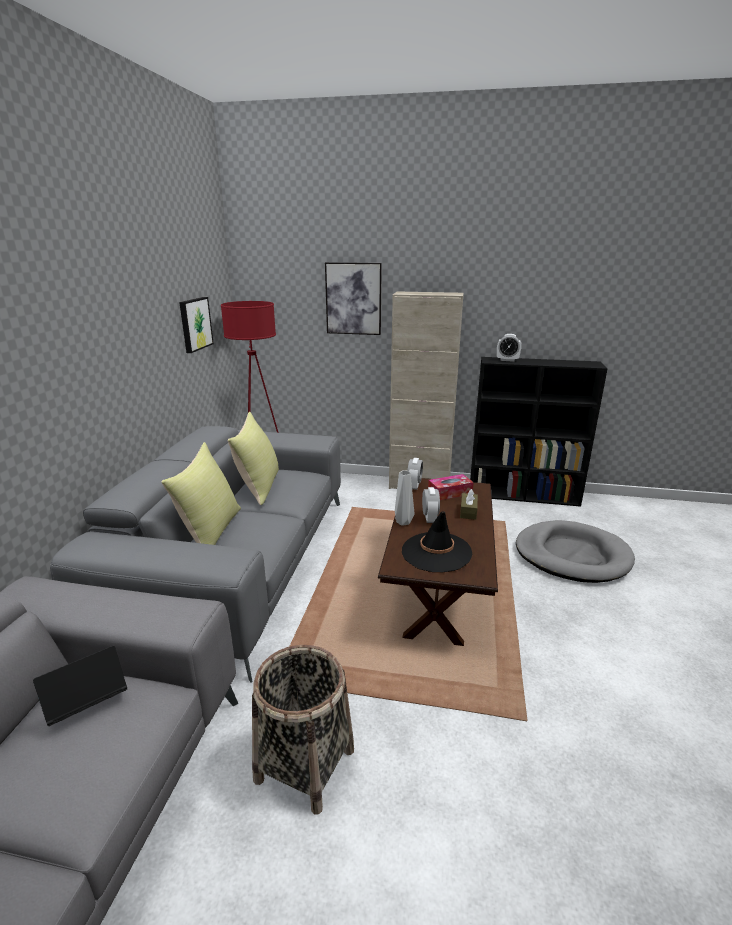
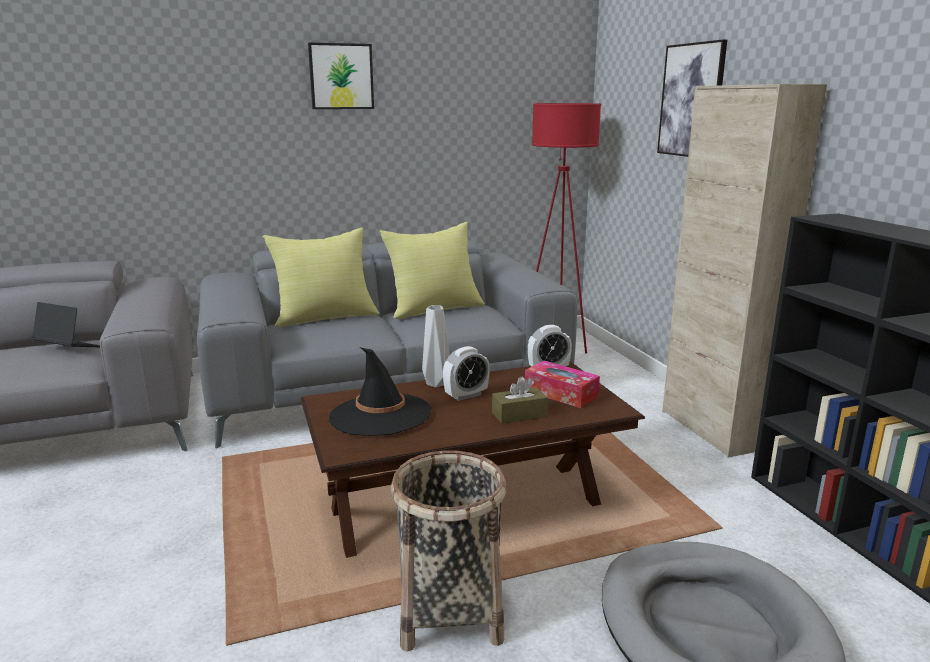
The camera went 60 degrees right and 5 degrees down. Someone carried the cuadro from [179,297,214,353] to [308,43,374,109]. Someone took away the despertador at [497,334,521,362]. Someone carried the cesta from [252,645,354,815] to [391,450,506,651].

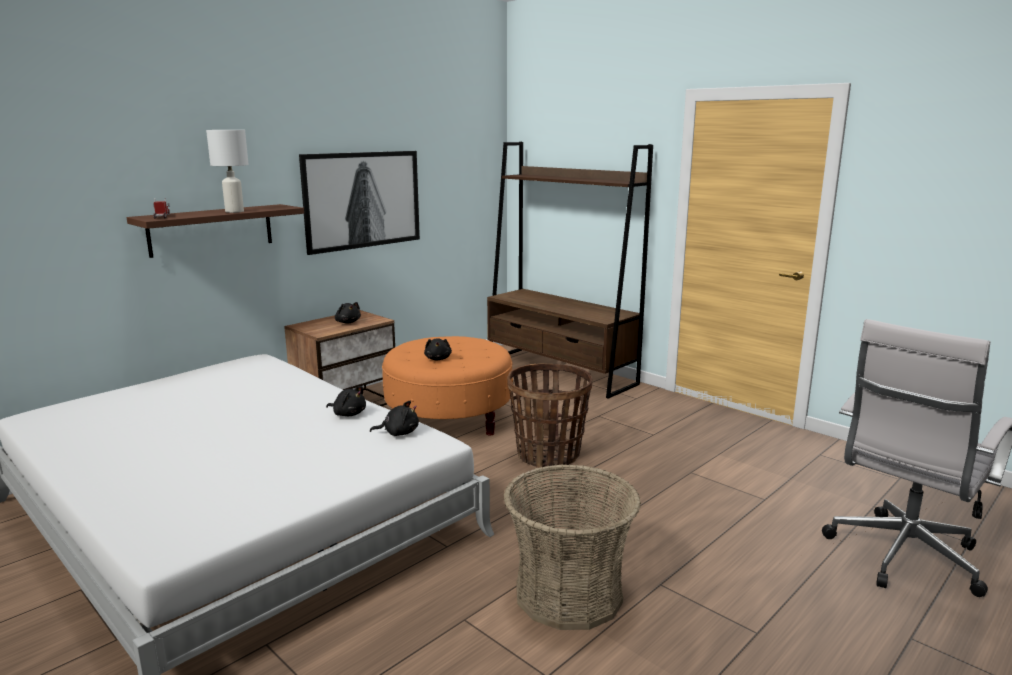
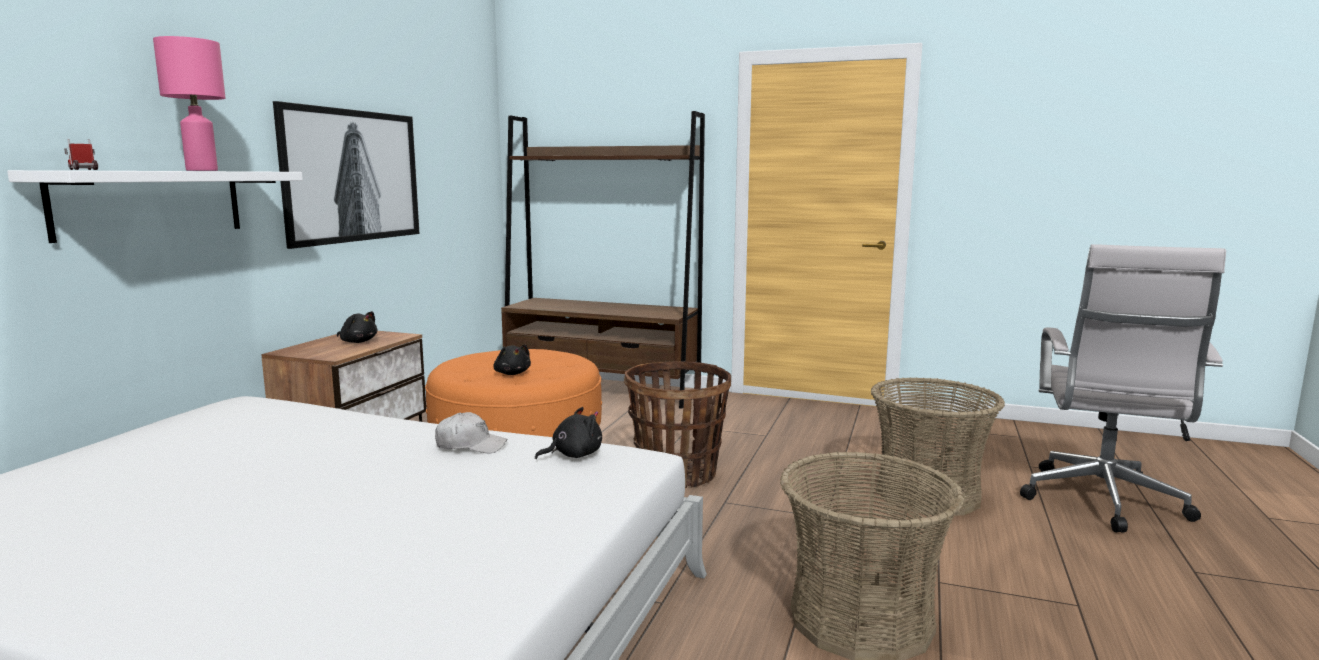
The camera went 25 degrees left and 5 degrees down. Someone repainted the lámpara de mesa (blanco) at [206,130,249,213], which became the lámpara de mesa (rosa) at [153,36,226,171]. Someone repainted the estante (marrón) at [127,204,304,258], which became the estante (blanco) at [7,170,303,243]. Someone swapped the peluche (negro) at [326,386,366,416] for the gorra (blanco) at [435,412,507,453]. Someone put down the cesta at [871,377,1005,516].

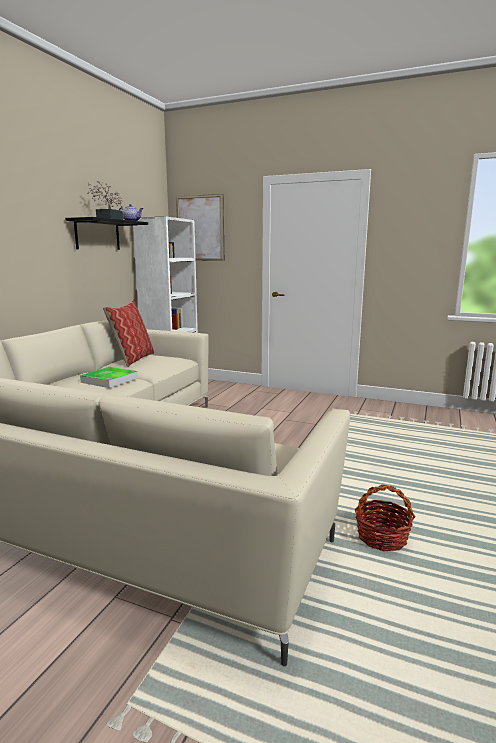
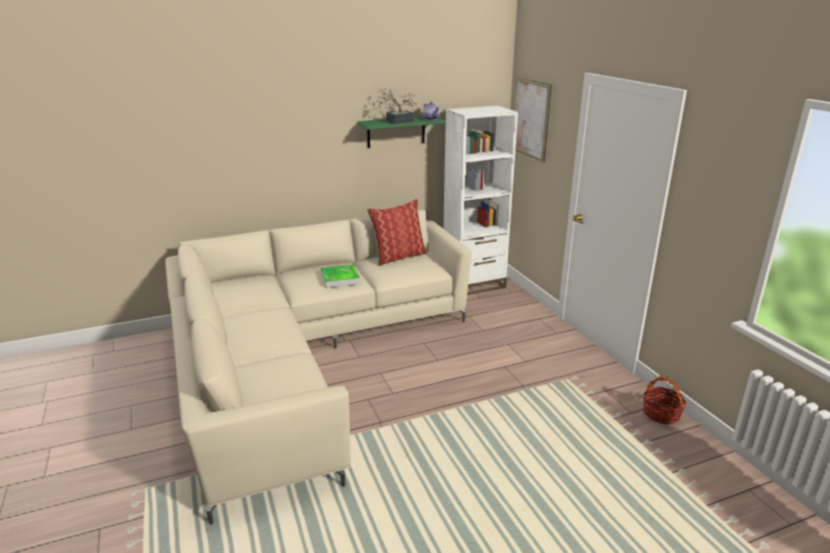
The camera went 45 degrees right and 10 degrees up. Someone repainted the estante (negro) at [65,217,148,250], which became the estante (verde) at [357,117,446,148]. Someone carried the cesta from [355,485,415,552] to [643,376,687,424].

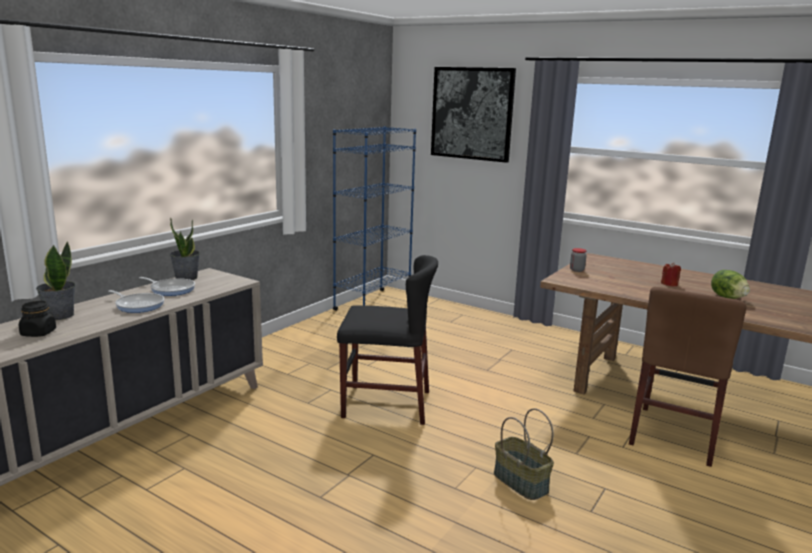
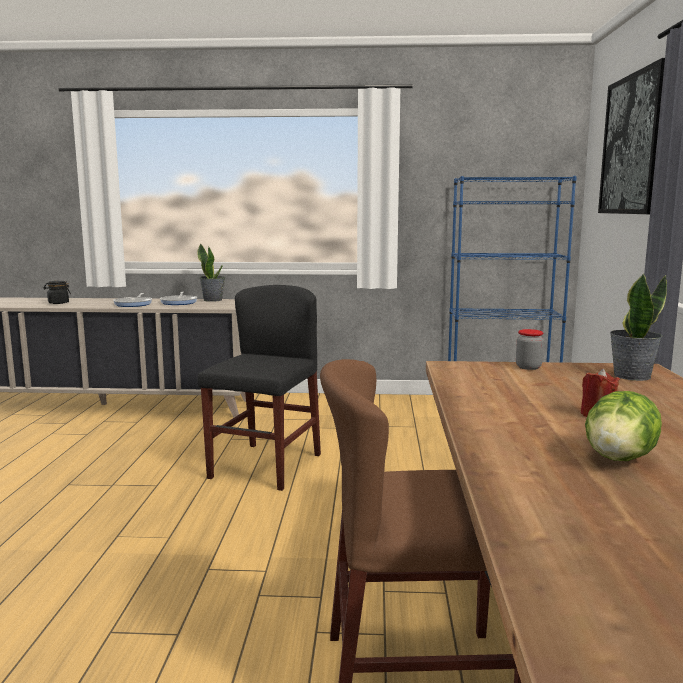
The camera went 60 degrees right and 5 degrees down. Someone carried the planta en maceta from [36,242,75,320] to [610,273,667,381]. Someone rotated the silla (negro) at [337,255,438,425] by 135 degrees counterclockwise. Someone took away the cesta at [494,408,554,500].

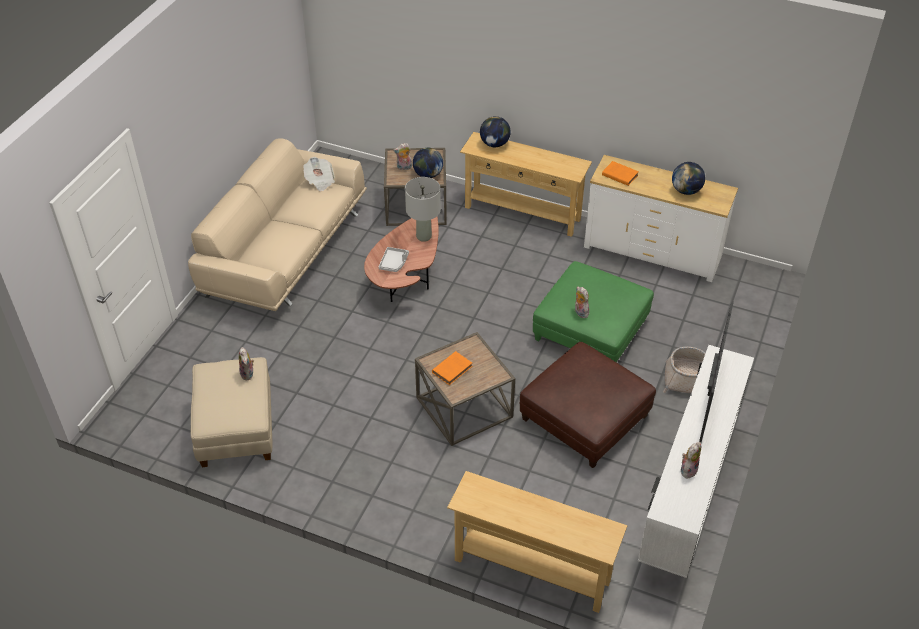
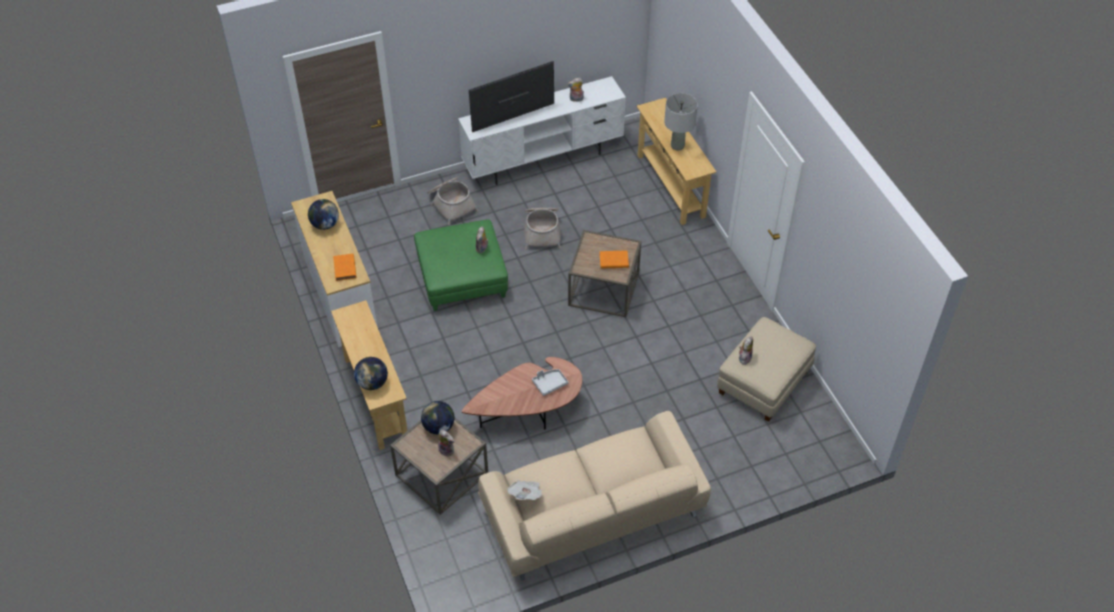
The camera went 135 degrees left and 5 degrees up. Someone carried the lámpara de mesa (gris) from [405,177,441,242] to [664,93,698,151]. Someone swapped the puf (marrón) at [520,342,656,468] for the cesta at [524,208,561,250].

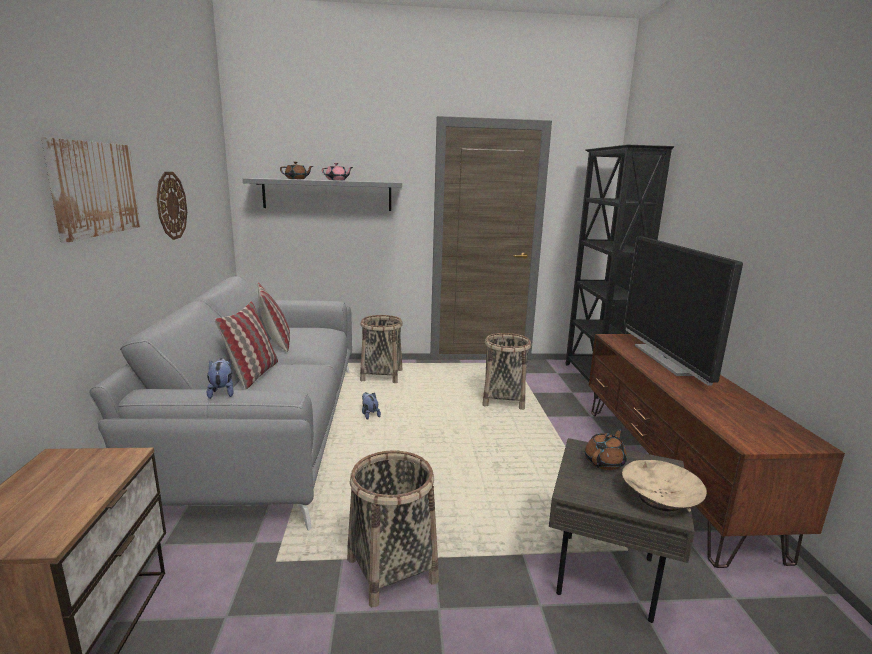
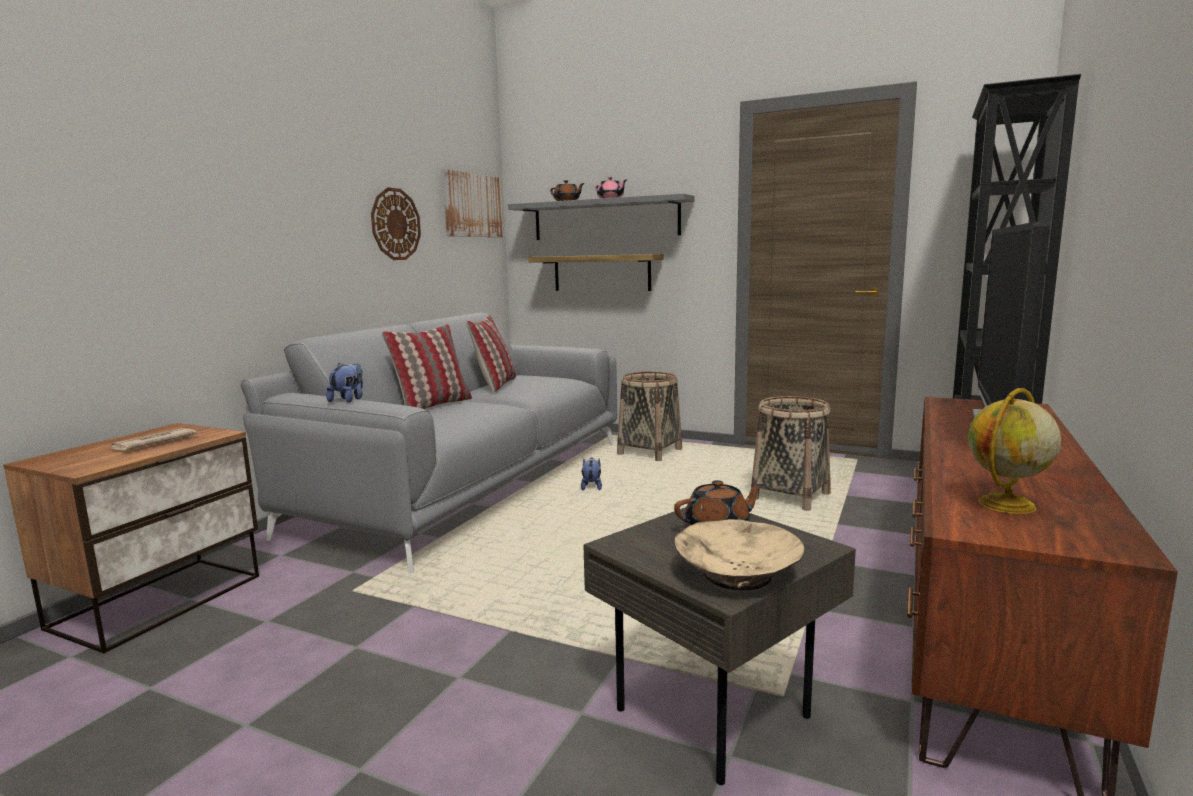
The camera went 30 degrees right and 5 degrees down. Someone carried the cuadro from [41,137,141,242] to [443,169,504,237]. Someone took away the cesta at [347,450,439,607]. Someone put up the estante at [528,254,664,291]. Someone put down the globo terráqueo at [968,388,1061,514]. Someone put down the periódico at [109,428,197,451].

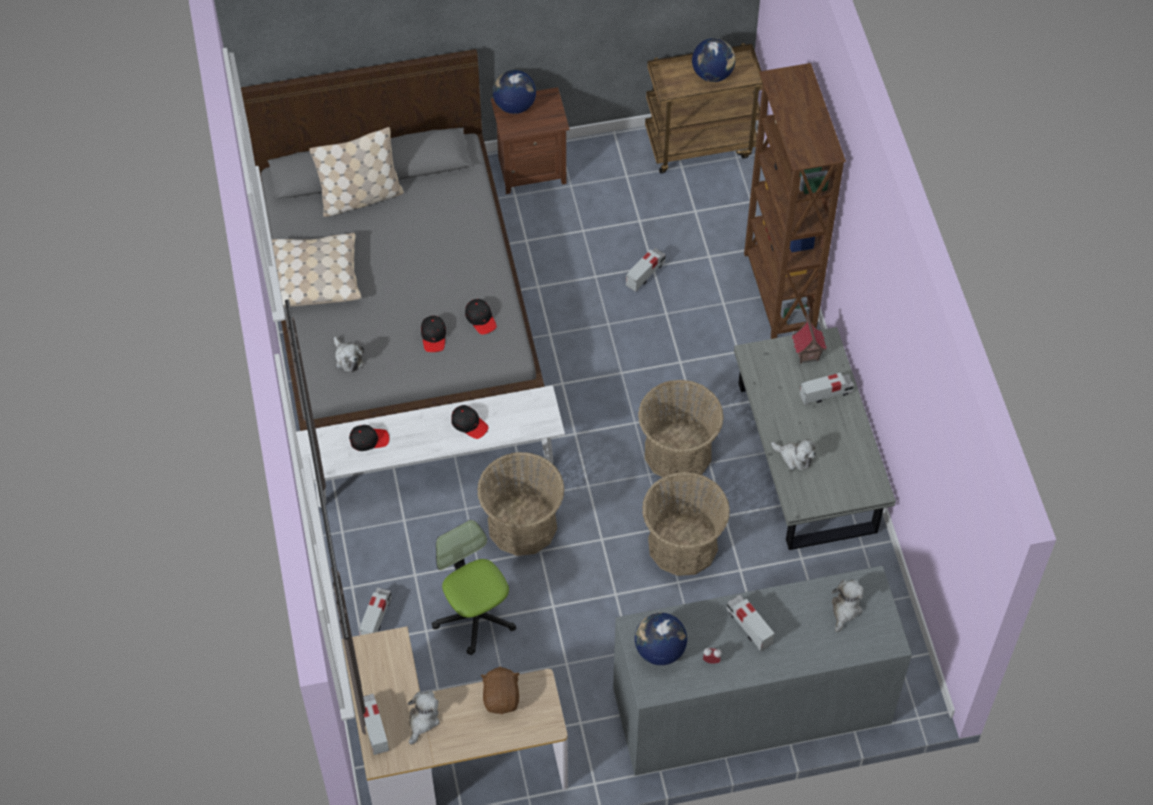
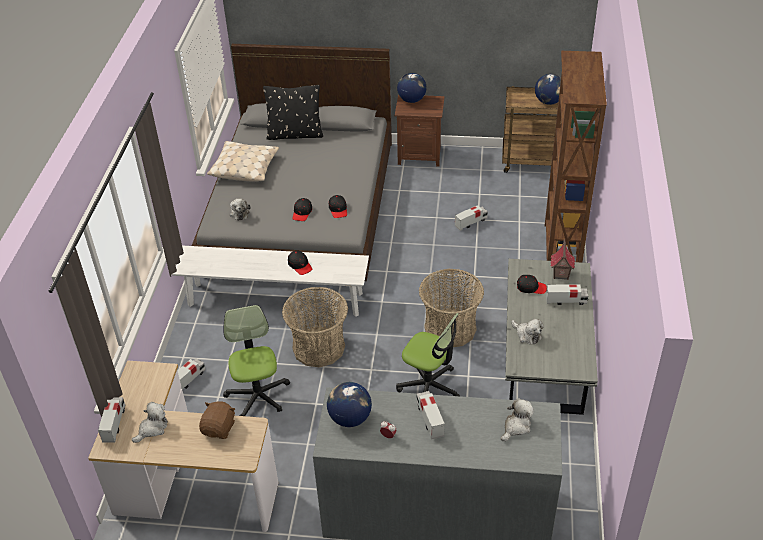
The camera went 20 degrees right and 15 degrees down. Someone repainted the cojín (beis) at [309,127,404,217], which became the cojín (negro) at [263,85,323,140]. Someone carried the gorra (negro) from [349,425,389,451] to [517,275,547,294]. Someone swapped the cesta at [642,472,730,576] for the silla de oficina at [396,313,460,396].

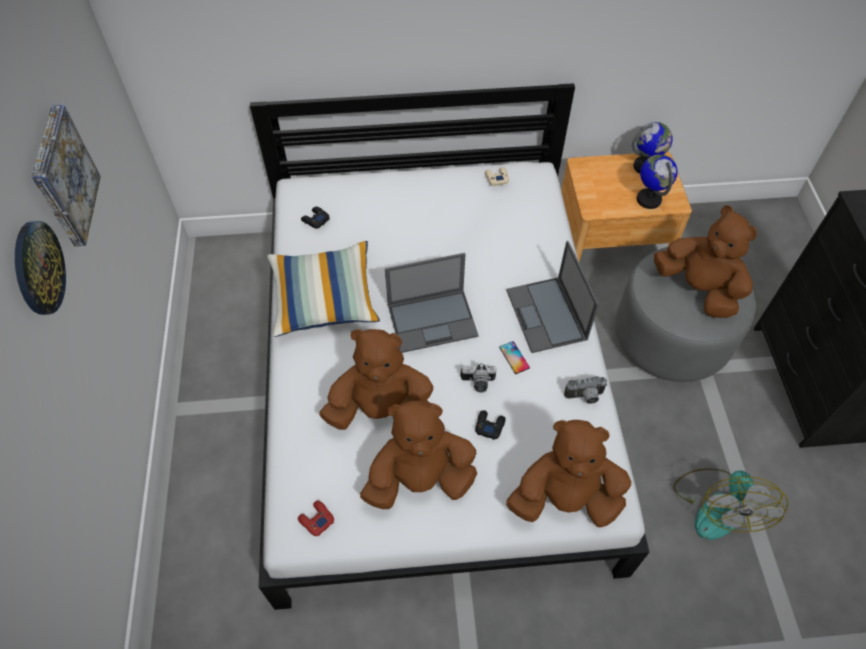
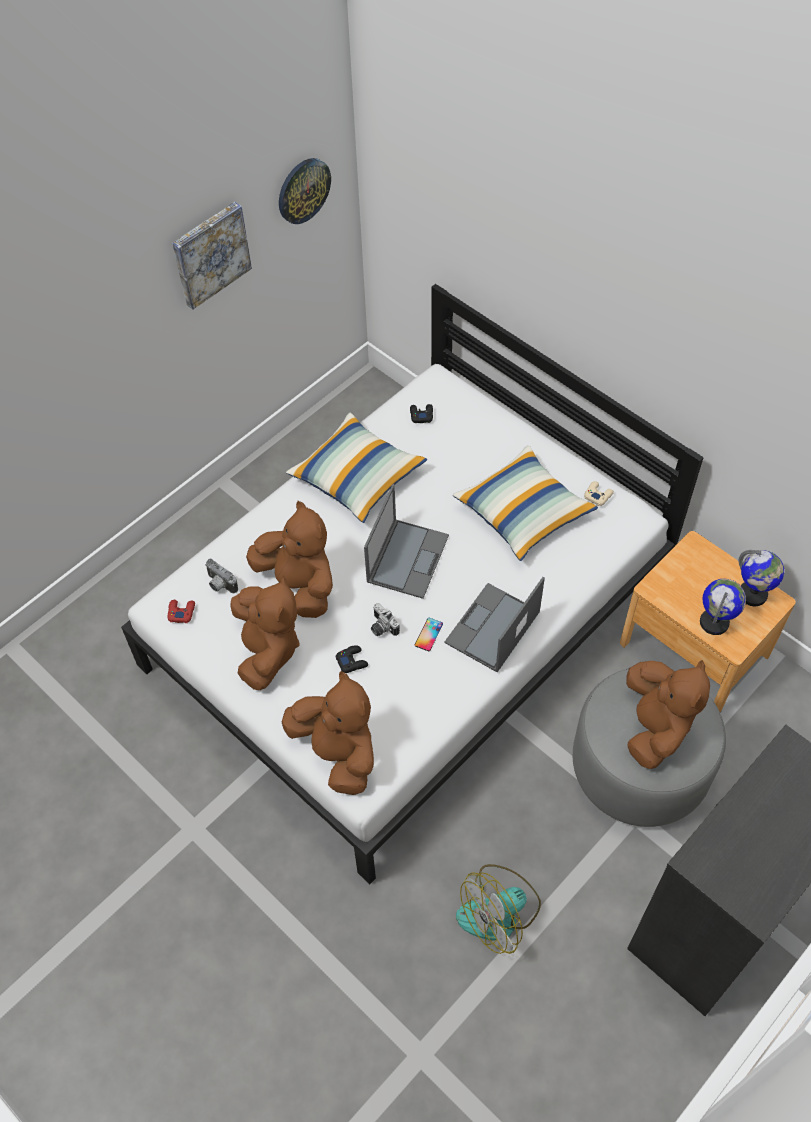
The camera went 50 degrees right and 0 degrees up. Someone carried the reloj de pared from [15,221,66,315] to [279,158,331,224]. Someone rotated the portátil at [385,253,479,353] by 105 degrees counterclockwise. Someone carried the cámara from [564,376,608,404] to [205,558,238,593]. Someone rotated the peluche (marrón) at [360,400,477,509] by 45 degrees clockwise. Someone put down the cojín at [453,445,598,561].

